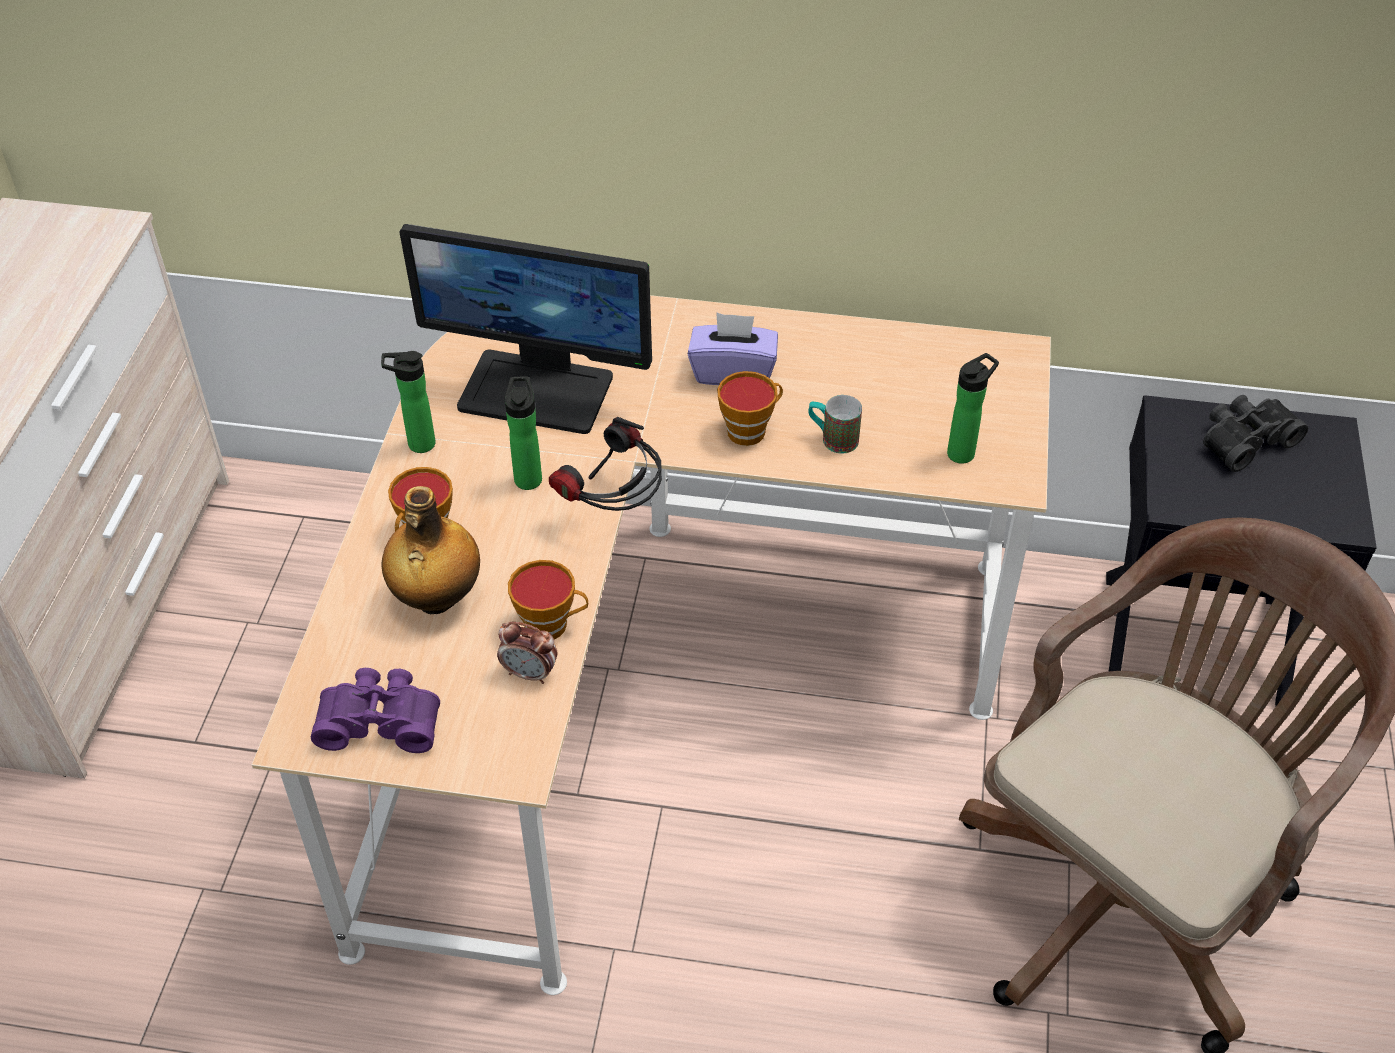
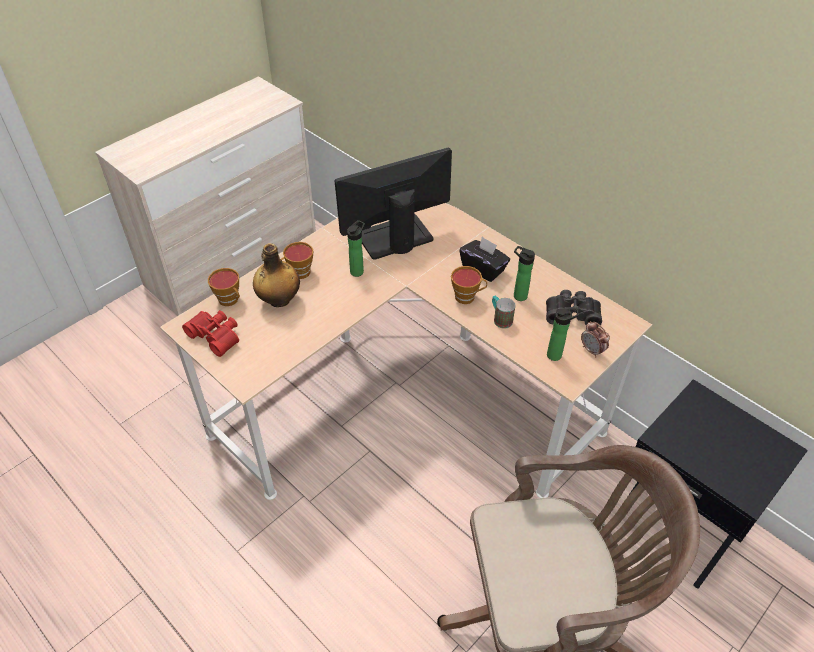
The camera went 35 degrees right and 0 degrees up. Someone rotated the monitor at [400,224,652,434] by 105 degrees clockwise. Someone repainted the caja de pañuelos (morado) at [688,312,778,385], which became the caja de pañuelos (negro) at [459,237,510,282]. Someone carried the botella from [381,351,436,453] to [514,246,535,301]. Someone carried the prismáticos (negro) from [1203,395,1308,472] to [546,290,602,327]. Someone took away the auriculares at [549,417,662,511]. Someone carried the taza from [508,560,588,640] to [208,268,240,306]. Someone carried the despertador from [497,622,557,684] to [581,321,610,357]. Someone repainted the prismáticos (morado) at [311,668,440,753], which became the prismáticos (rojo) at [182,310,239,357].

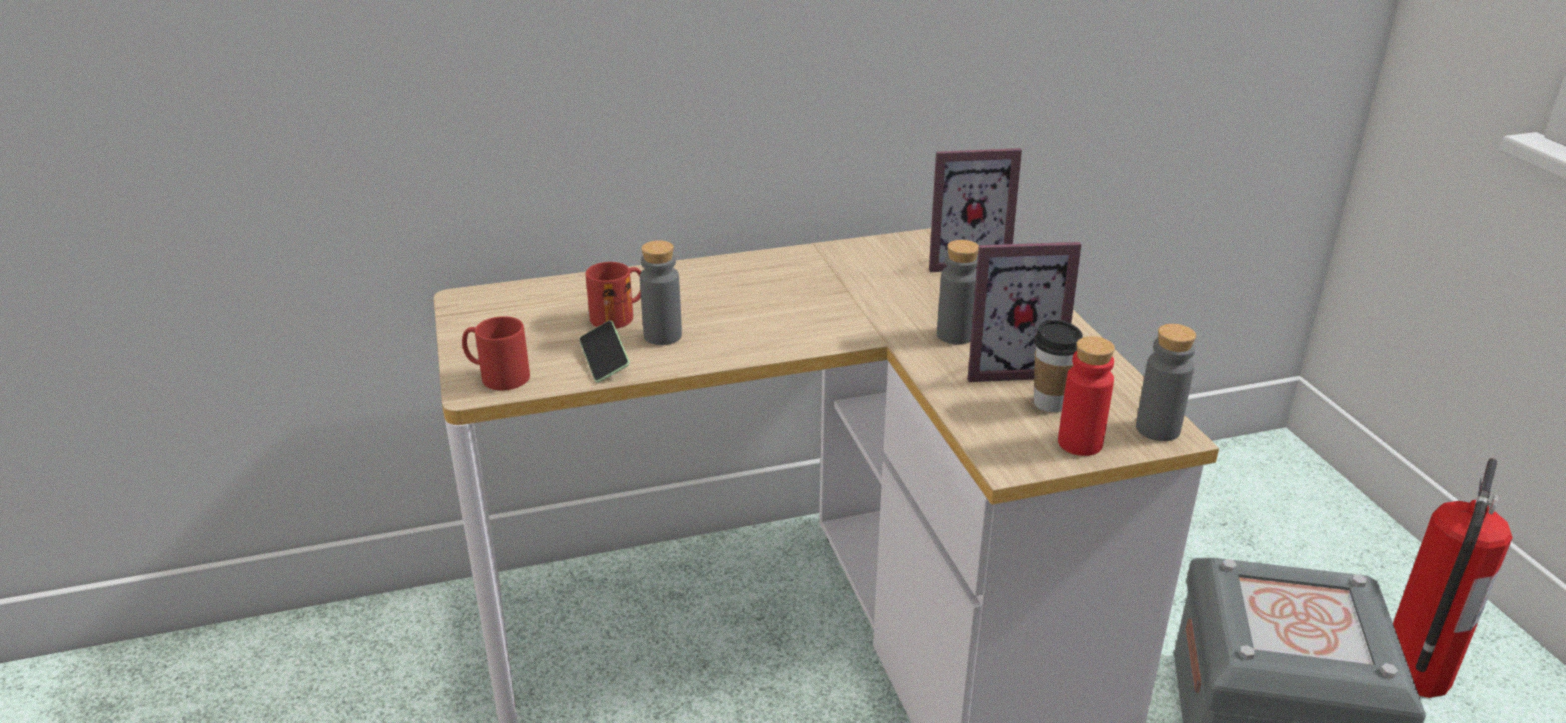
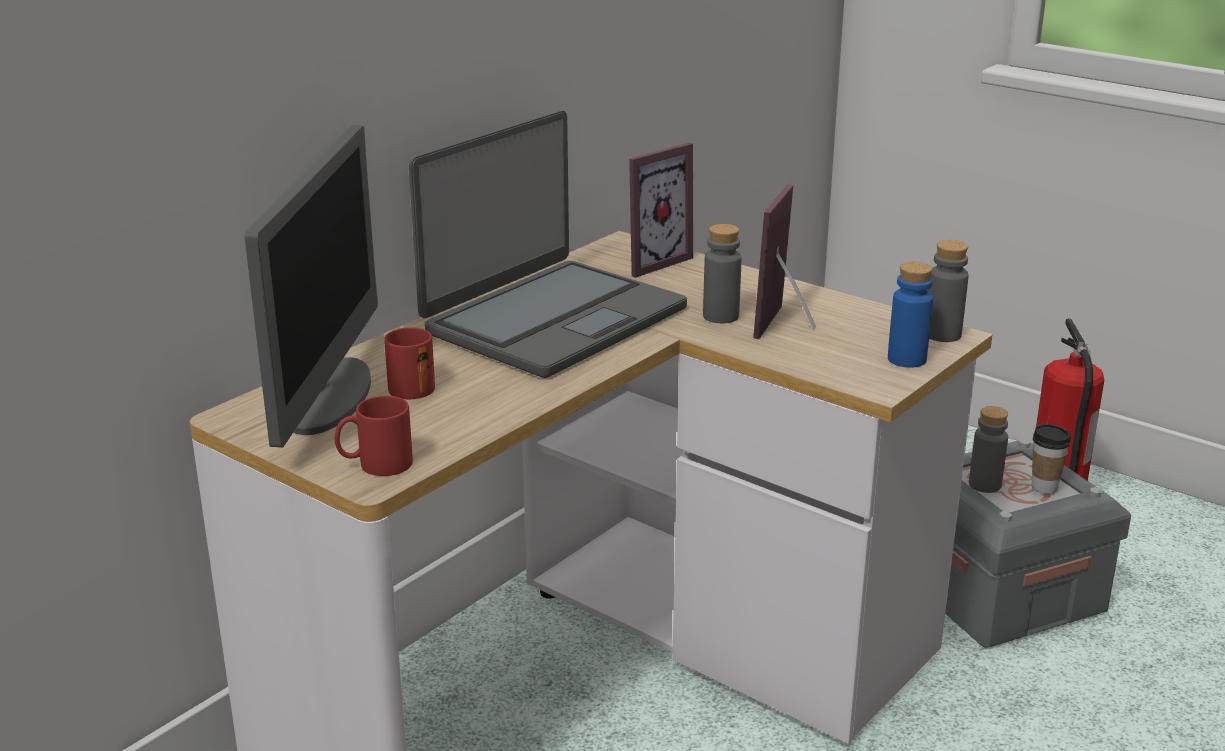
The camera went 35 degrees left and 5 degrees down. Someone carried the botella (gris) from [640,240,682,345] to [969,406,1008,493]. Someone rotated the portarretratos at [968,242,1082,382] by 150 degrees clockwise. Someone carried the taza from [1034,320,1083,412] to [1031,424,1071,494]. Someone took away the móvil at [579,321,630,383]. Someone repainted the botella (rojo) at [1058,336,1115,456], which became the botella (azul) at [888,262,933,368]. Someone put down the portátil at [409,111,687,378]. Someone put down the monitor at [245,125,378,448].

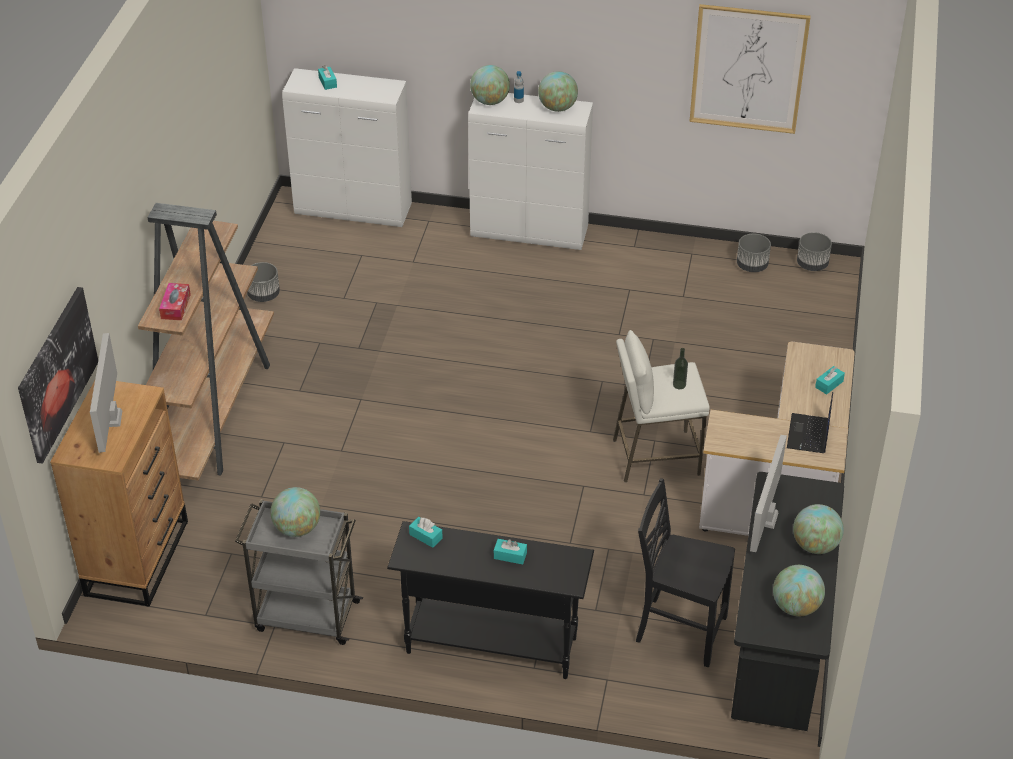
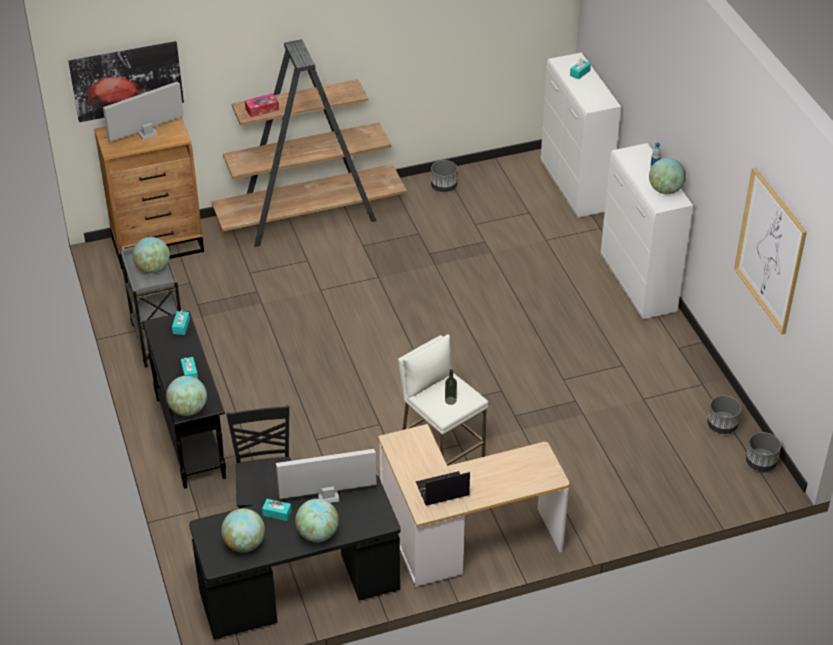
The camera went 60 degrees right and 0 degrees up. Someone carried the globo terráqueo from [470,65,510,105] to [166,376,207,416]. Someone carried the caja de pañuelos (turquesa) from [815,366,845,394] to [262,499,291,521].

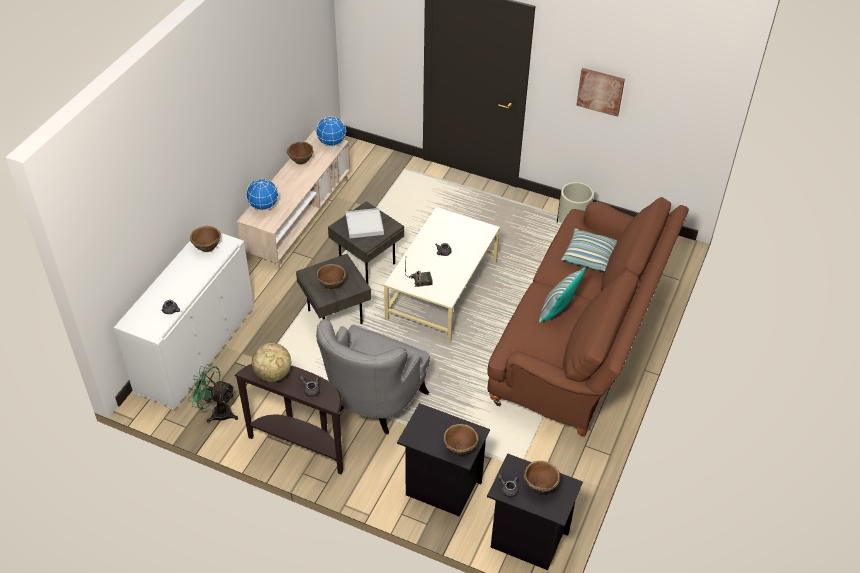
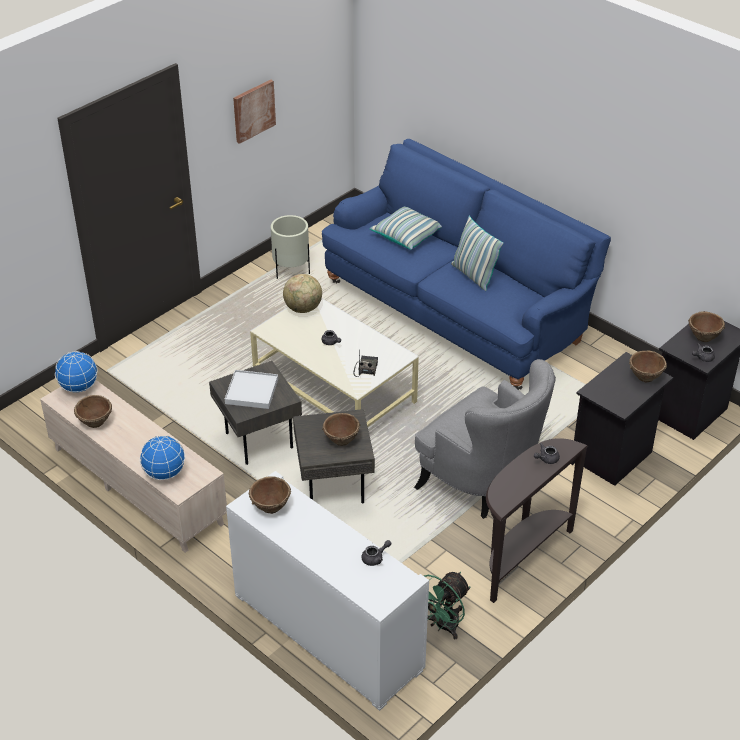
The camera went 70 degrees left and 5 degrees down. Someone repainted the sofá (marrón) at [487,197,689,437], which became the sofá (azul) at [322,139,611,390]. Someone carried the globo terráqueo from [252,343,291,382] to [283,274,322,313].

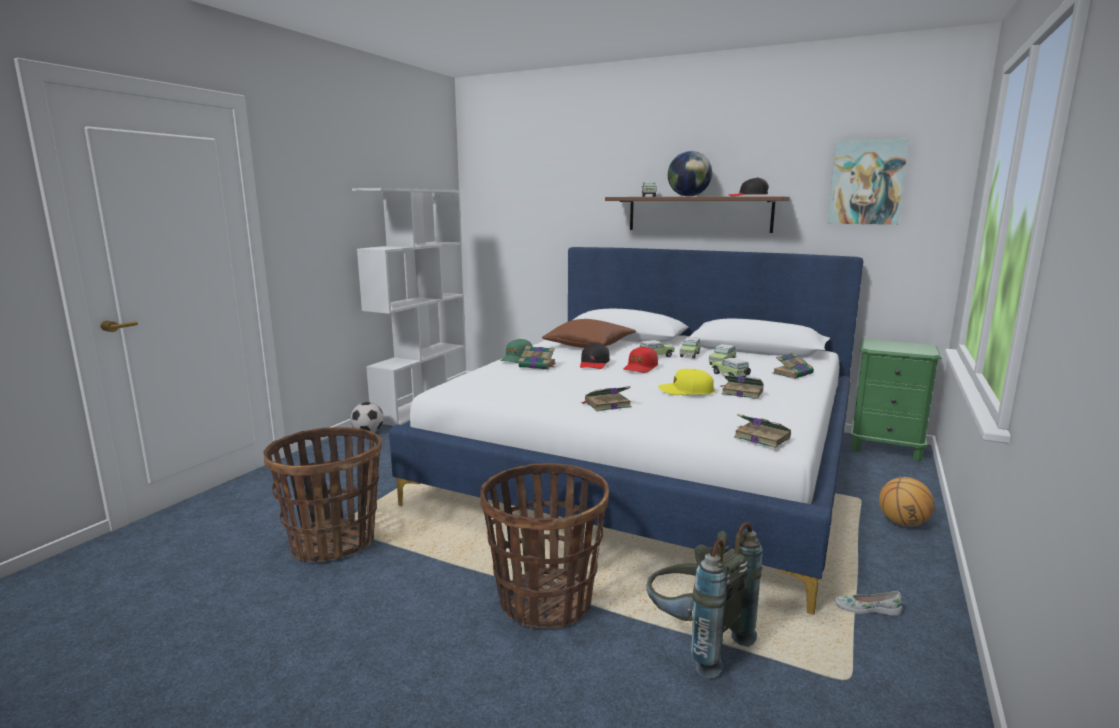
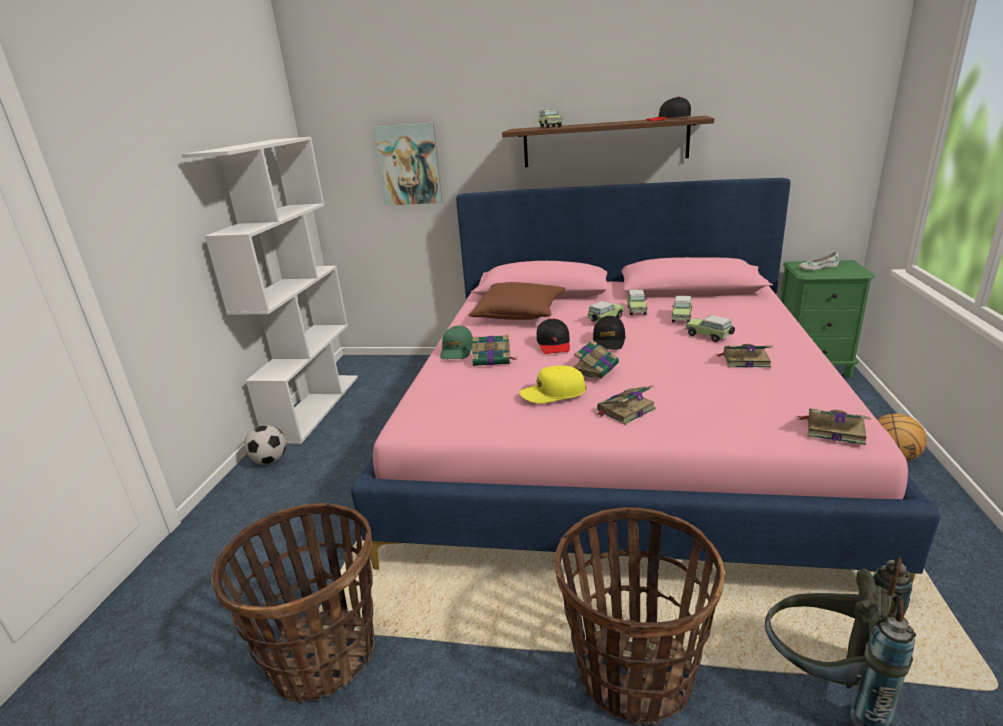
The camera went 15 degrees left and 10 degrees up. Someone carried the cuadro from [827,139,909,225] to [373,122,443,206]. Someone took away the globo terráqueo at [668,151,712,197]. Someone repainted the cama (blanco) at [389,247,864,615], which became the cama (rosa) at [351,178,940,584]. Someone repainted the gorra (rojo) at [623,346,658,373], which became the gorra (negro) at [593,316,625,350]. Someone carried the libro from [772,352,814,379] to [574,340,619,379]. Someone carried the gorra (amarillo) from [658,369,715,395] to [519,366,586,404]. Someone carried the zapato (blanco) from [834,591,902,616] to [799,252,839,270].

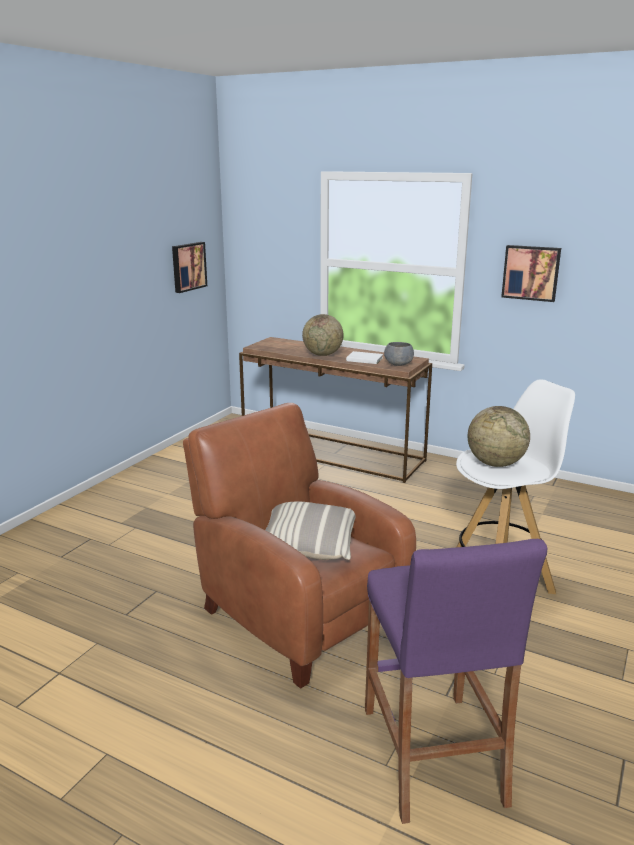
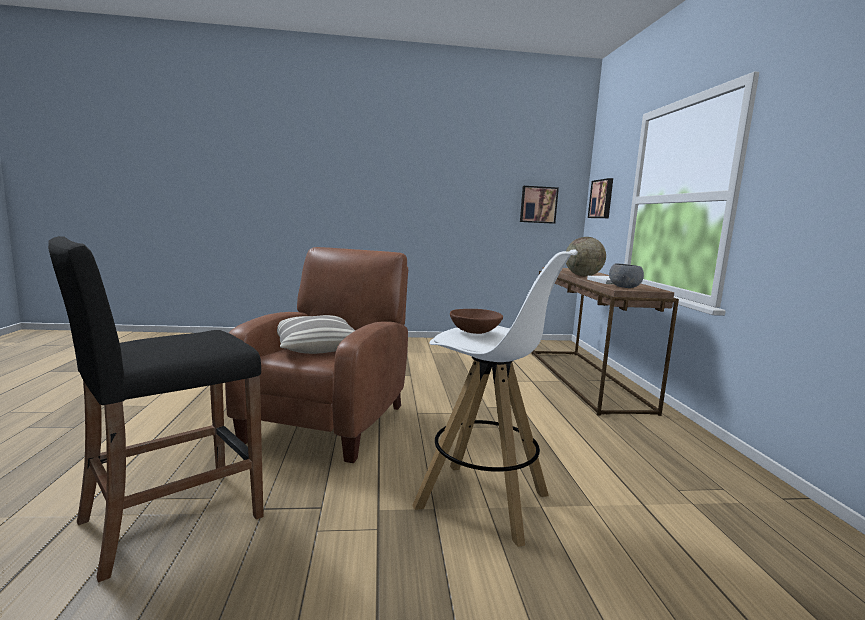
The camera went 55 degrees right and 10 degrees down. Someone carried the cuadro from [501,245,561,302] to [588,178,613,218]. Someone swapped the globo terráqueo at [468,406,530,467] for the cuenco (marrón) at [450,309,503,334]. Someone repainted the taburete (morado) at [365,539,547,824], which became the taburete (negro) at [48,236,264,583].

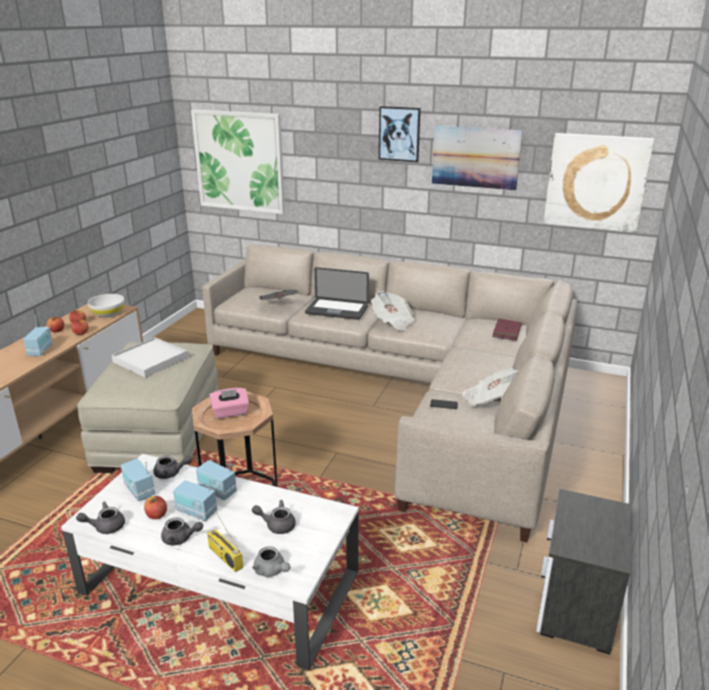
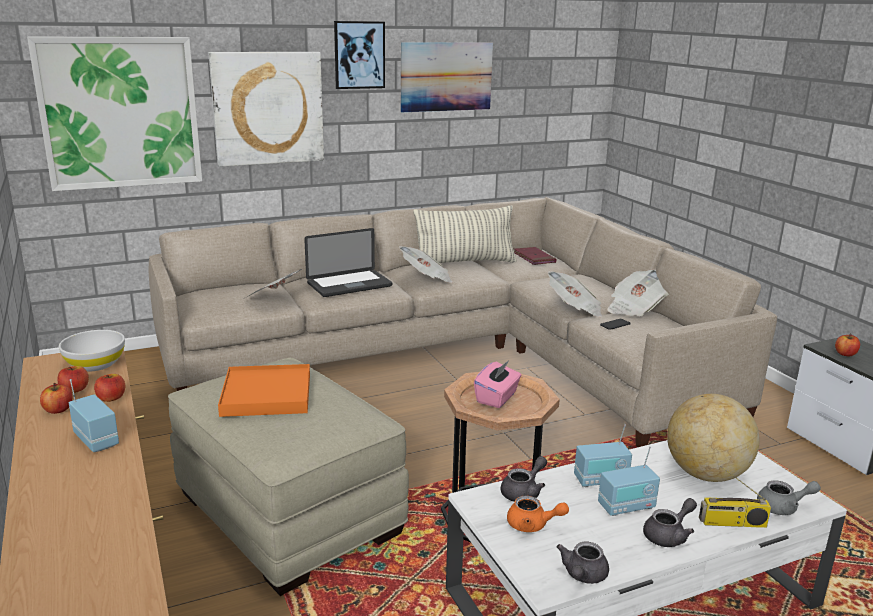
The camera went 45 degrees left and 5 degrees down. Someone carried the cuadro from [543,133,654,233] to [209,52,324,167]. Someone repainted the bandeja (blanco) at [112,337,188,378], which became the bandeja (naranja) at [218,364,310,417]. Someone swapped the radio at [121,458,155,501] for the tetera (naranja) at [507,496,569,532]. Someone carried the manzana from [144,496,167,519] to [835,334,860,356]. Someone swapped the tetera (gris) at [252,500,296,534] for the globo terráqueo at [667,394,760,482]. Someone put down the cojín at [413,205,517,263]. Someone put down the periódico at [547,271,602,318].

